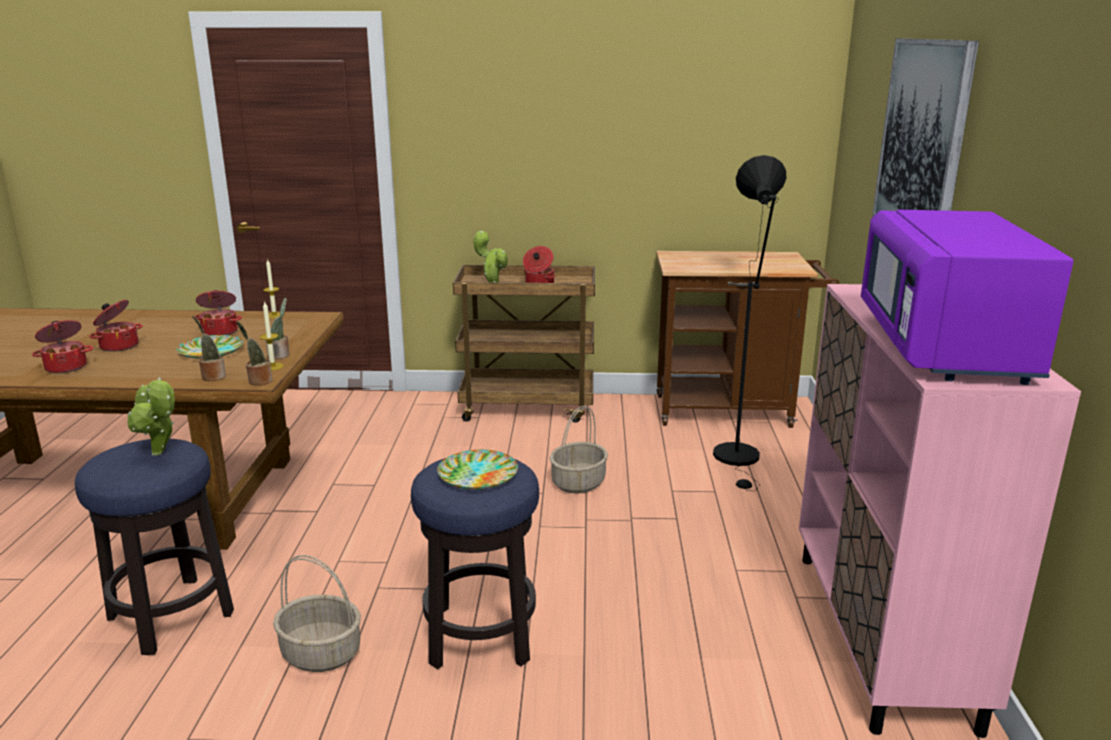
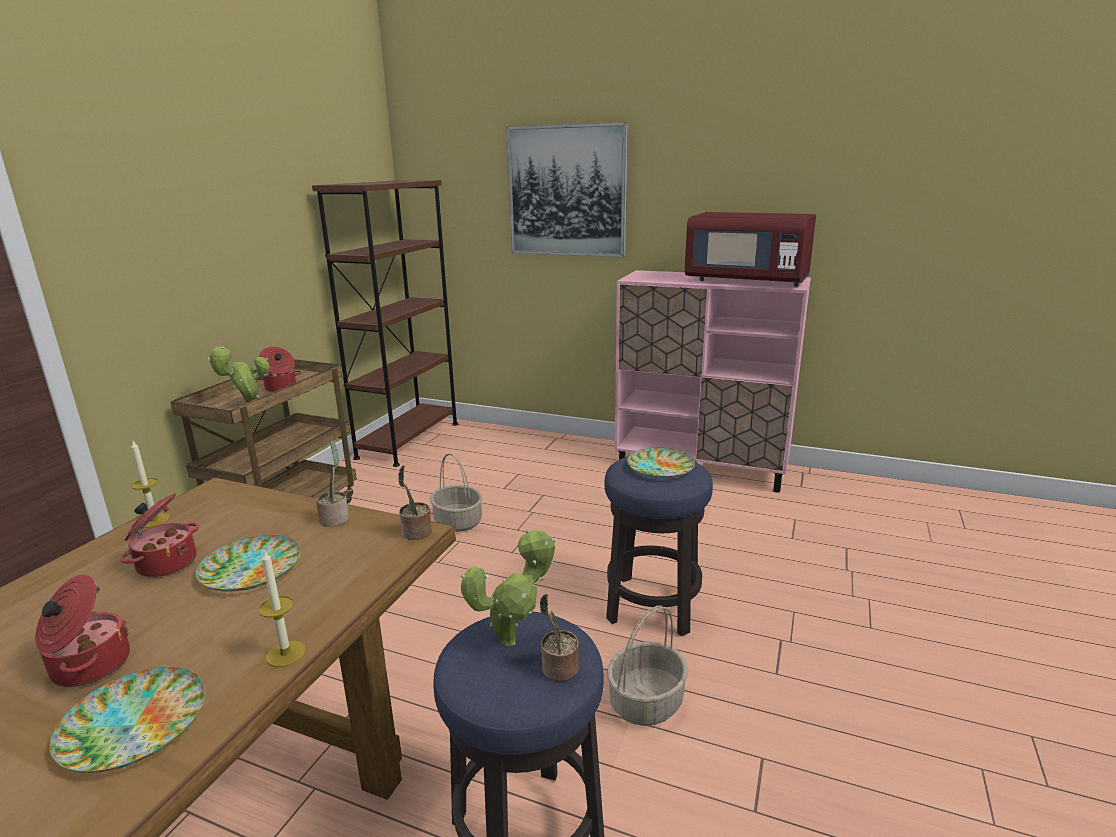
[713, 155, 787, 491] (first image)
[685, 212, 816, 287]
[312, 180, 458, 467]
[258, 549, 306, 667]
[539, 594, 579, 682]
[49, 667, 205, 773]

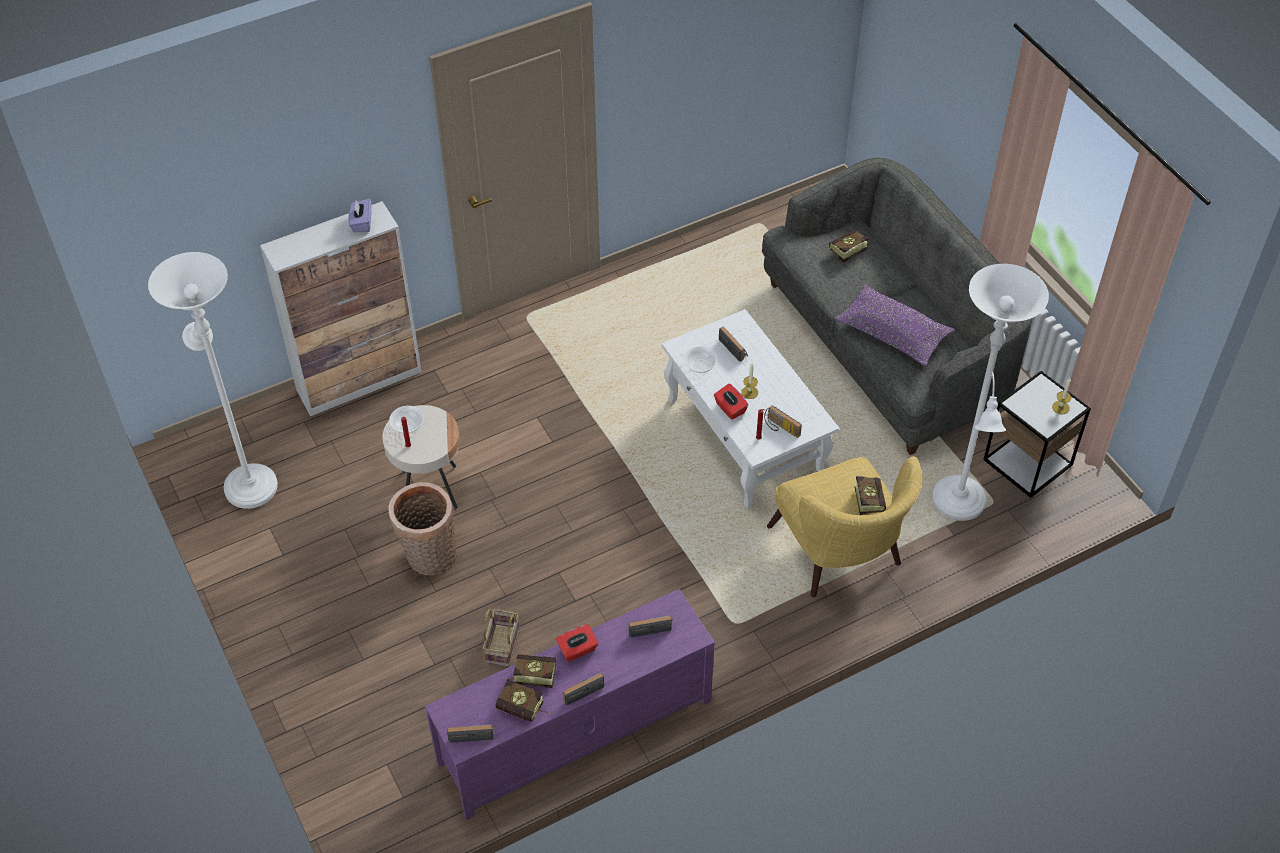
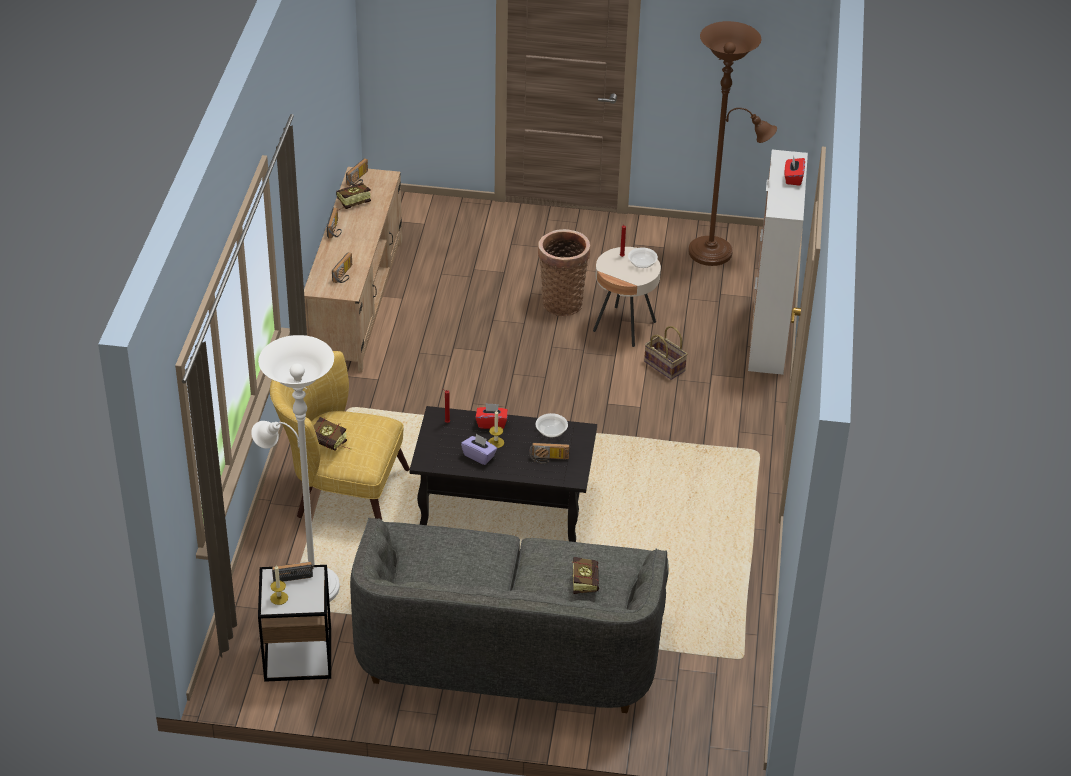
[461, 434, 497, 465]
[688, 21, 777, 266]
[834, 284, 955, 366] (first image)
[410, 406, 597, 542]
[272, 562, 314, 582]
[304, 167, 402, 373]
[644, 326, 687, 380]
[784, 156, 805, 186]
[505, 654, 556, 688] (first image)

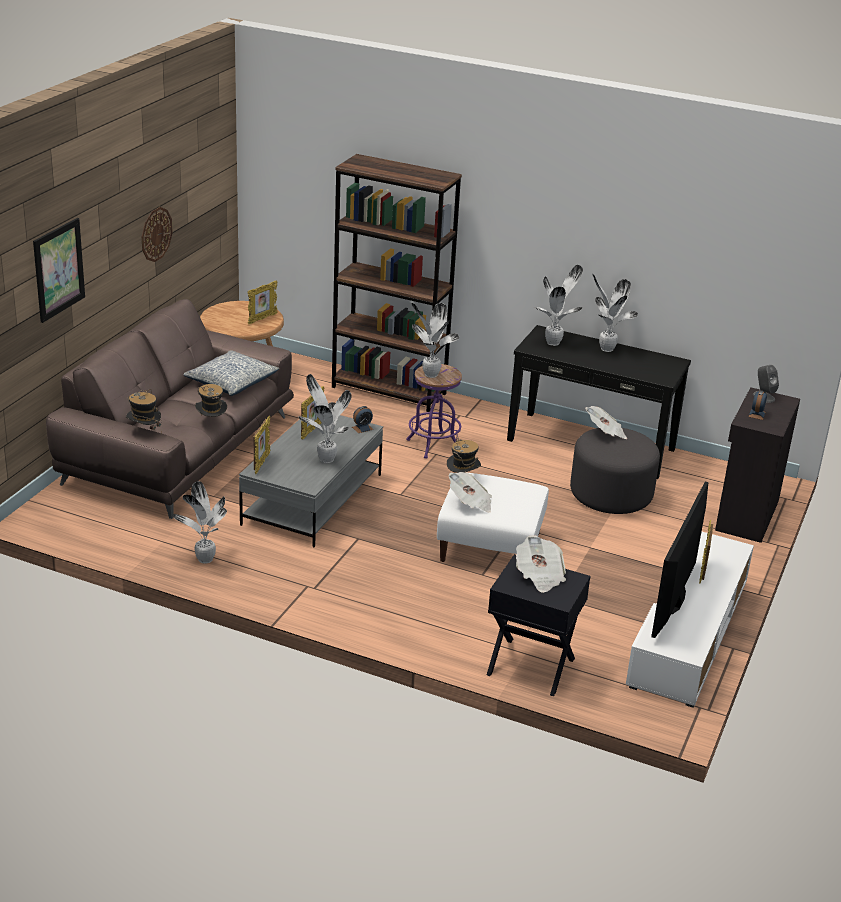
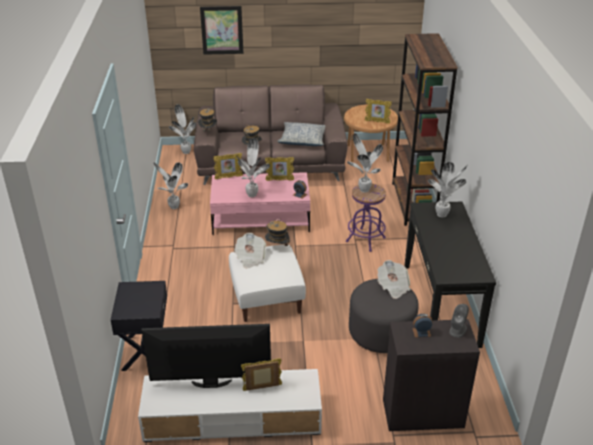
[142, 207, 173, 262] (first image)
[169, 104, 196, 154]
[210, 172, 310, 235]
[516, 535, 566, 593] (first image)

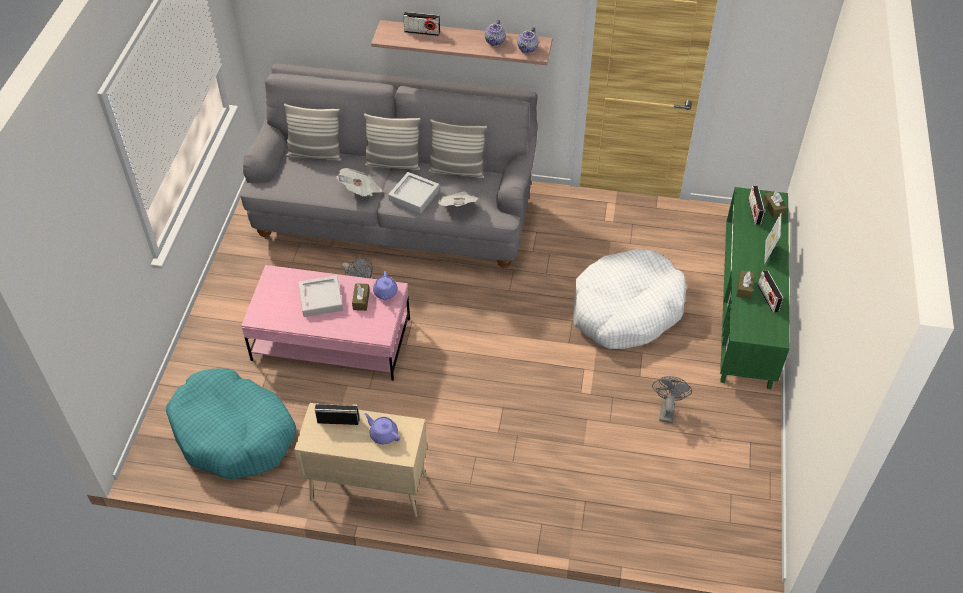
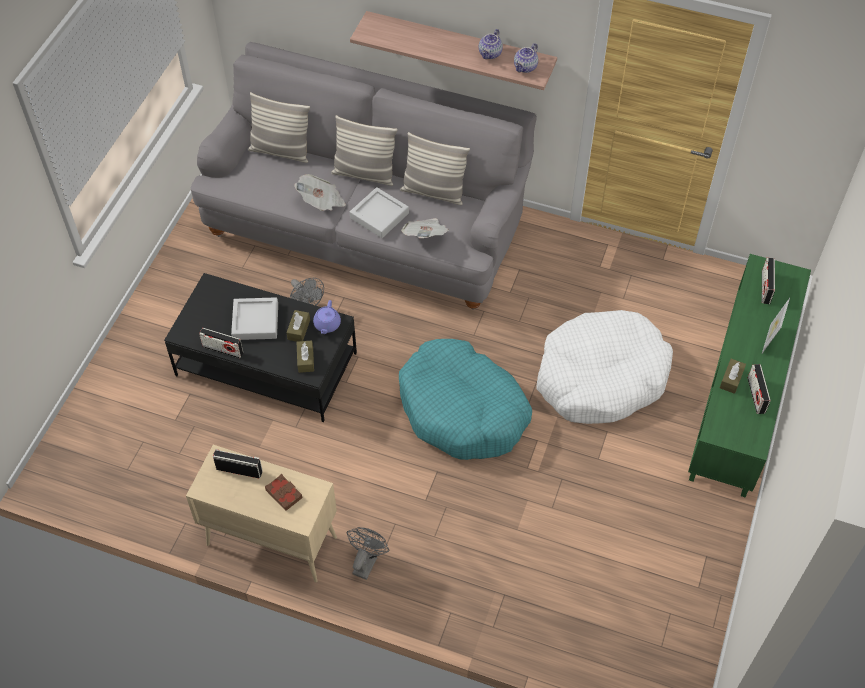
[199, 328, 243, 358]
[297, 340, 314, 373]
[164, 273, 357, 422]
[399, 339, 532, 460]
[346, 527, 389, 580]
[265, 474, 302, 511]

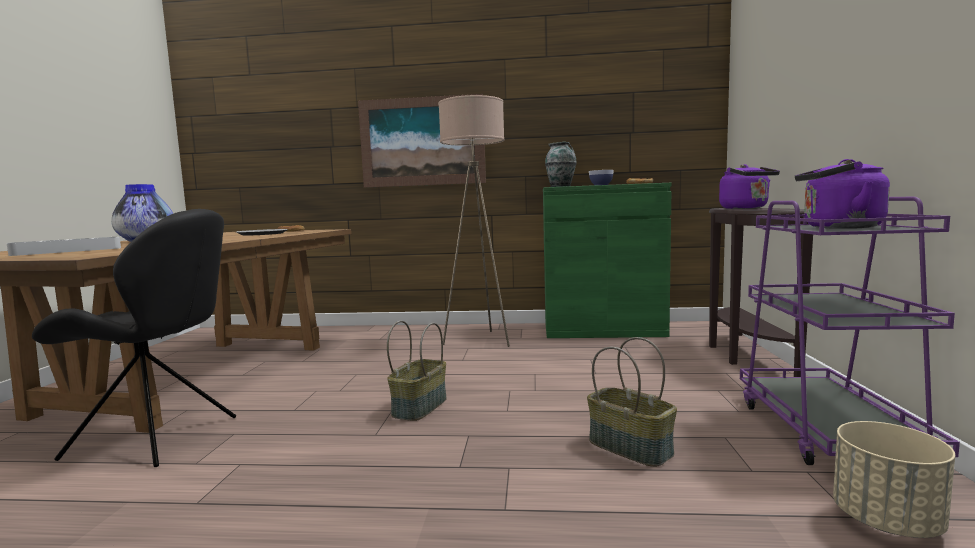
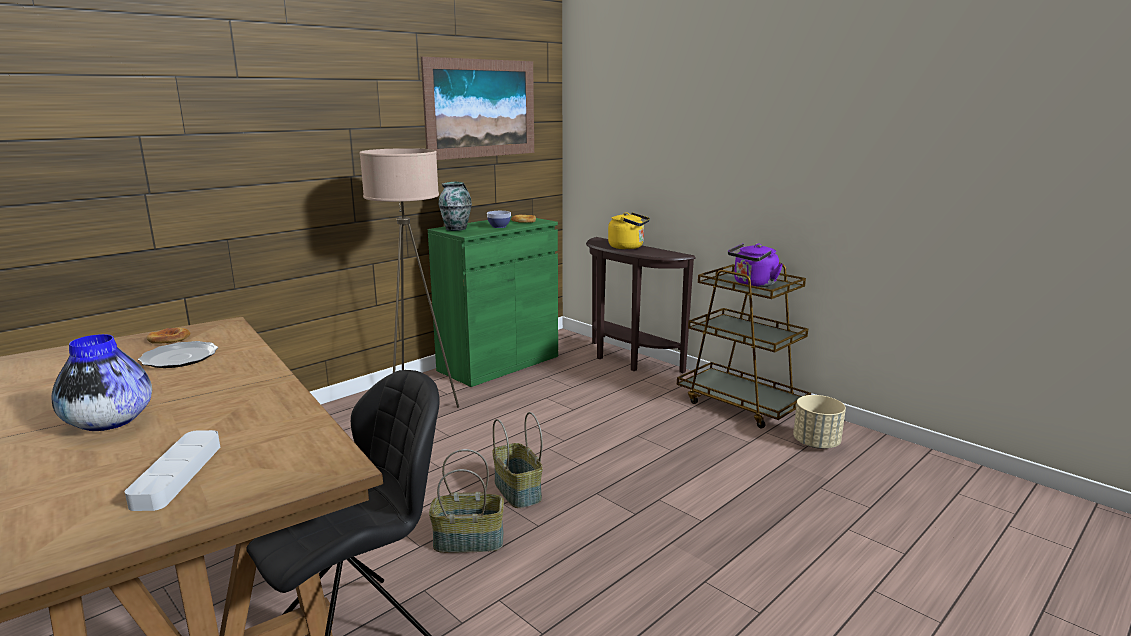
[421, 57, 534, 160]
[608, 212, 650, 249]
[677, 263, 811, 429]
[429, 449, 504, 553]

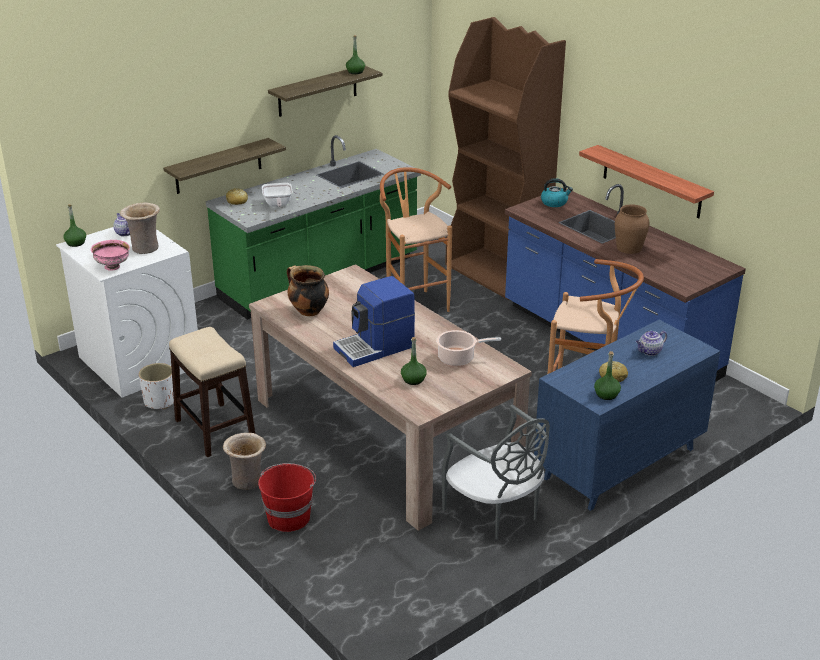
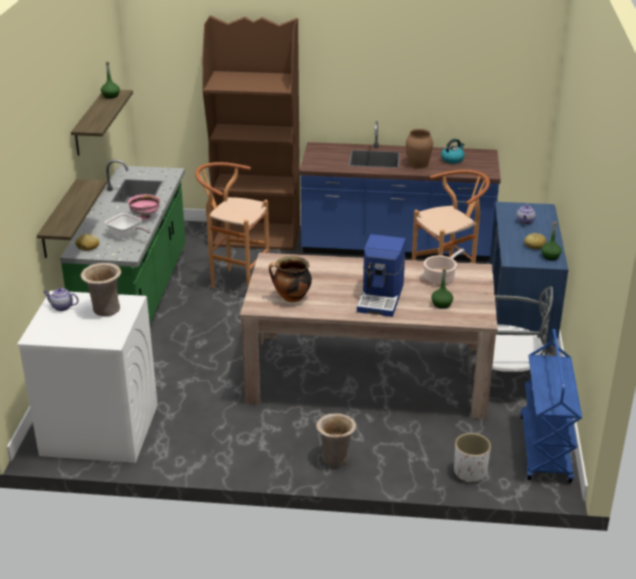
[579, 145, 714, 218] (first image)
[441, 139, 465, 164]
[63, 204, 86, 247] (first image)
[128, 194, 160, 220]
[169, 327, 255, 457] (first image)
[454, 433, 491, 483]
[258, 463, 316, 532] (first image)
[520, 329, 582, 483]

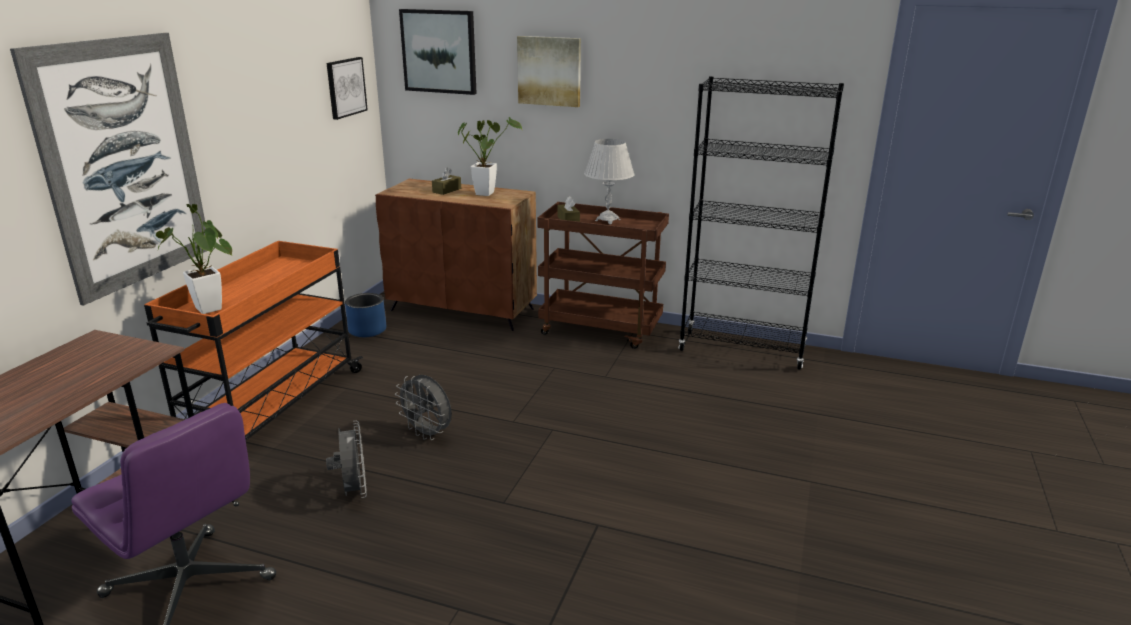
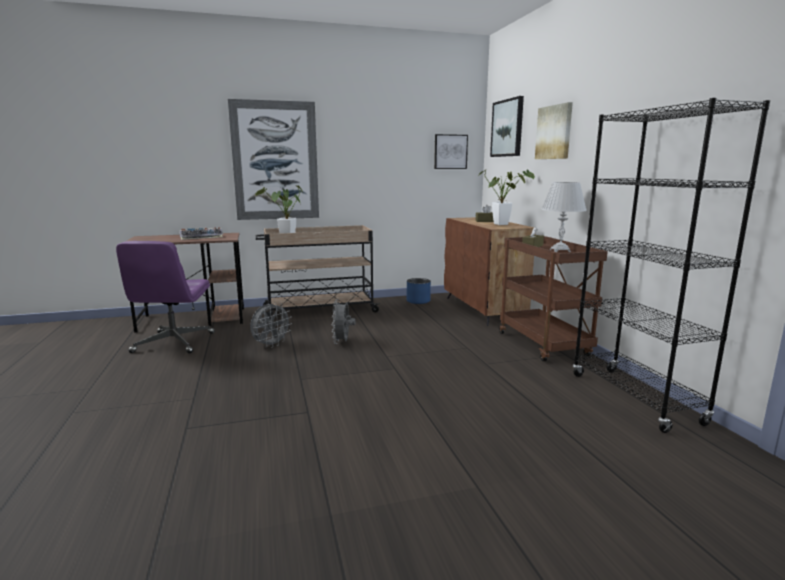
[256, 225, 380, 319]
[179, 227, 223, 240]

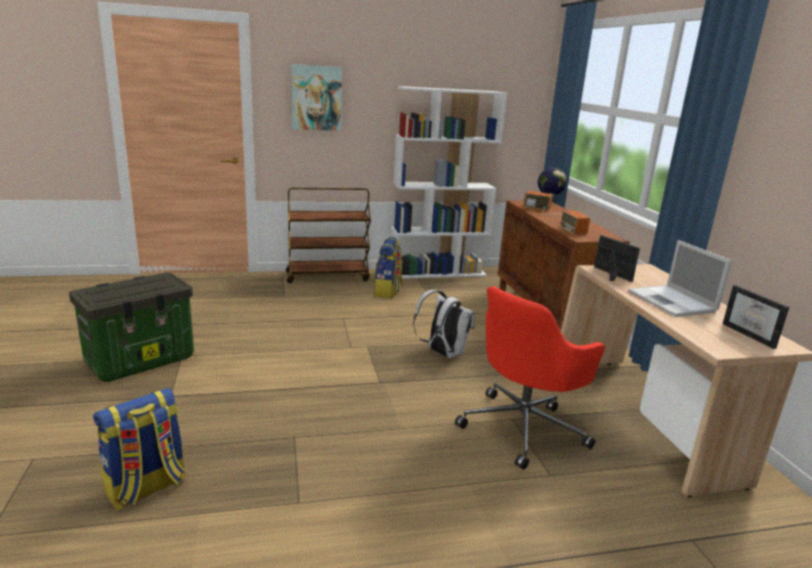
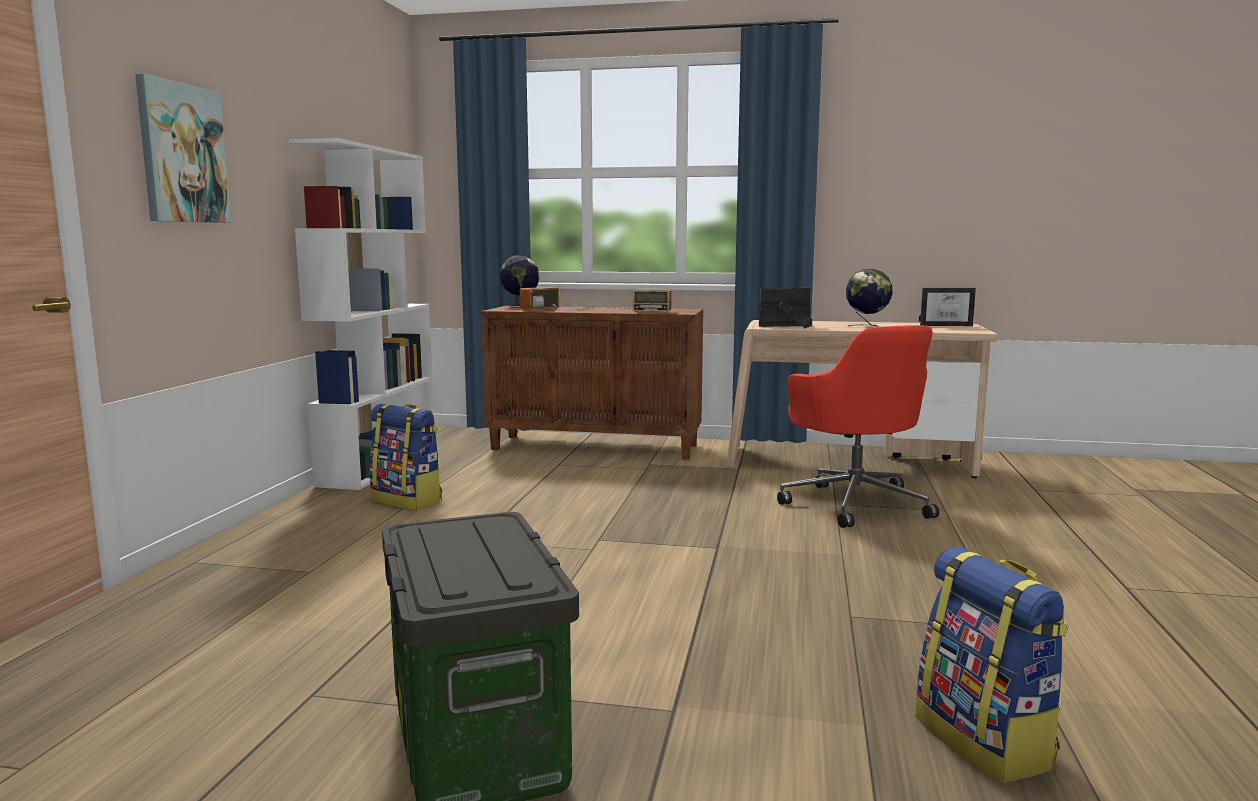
[286, 188, 371, 283] (first image)
[846, 269, 892, 327]
[413, 290, 475, 358] (first image)

